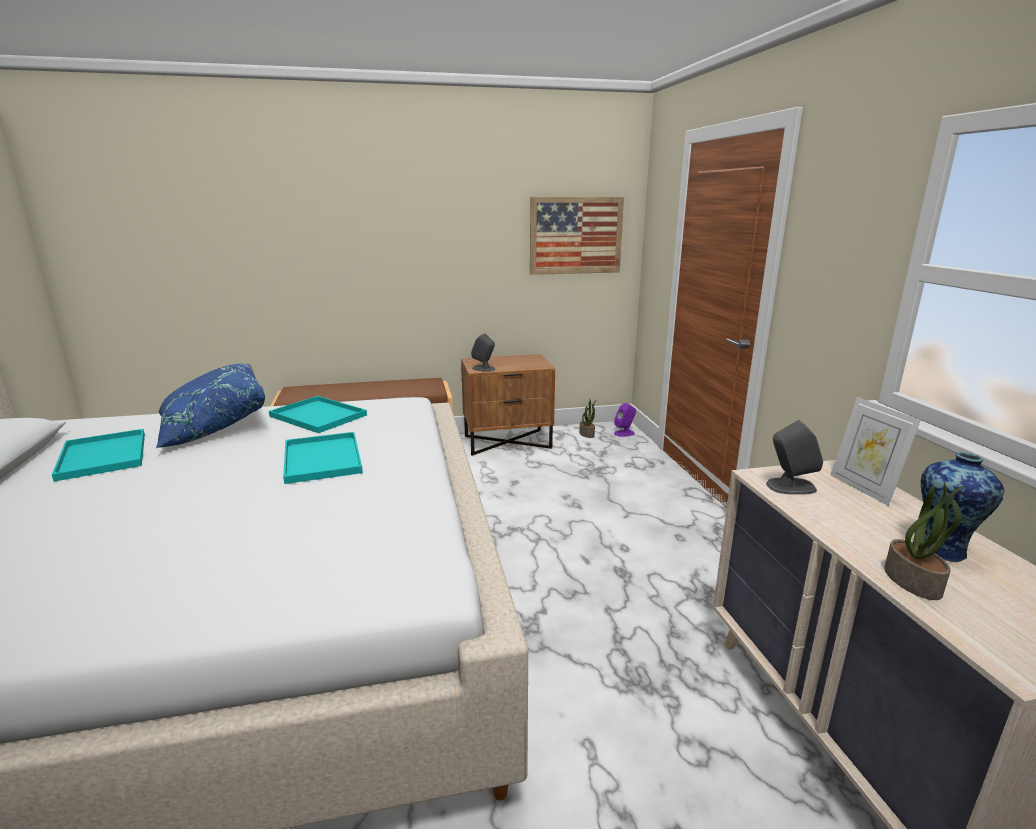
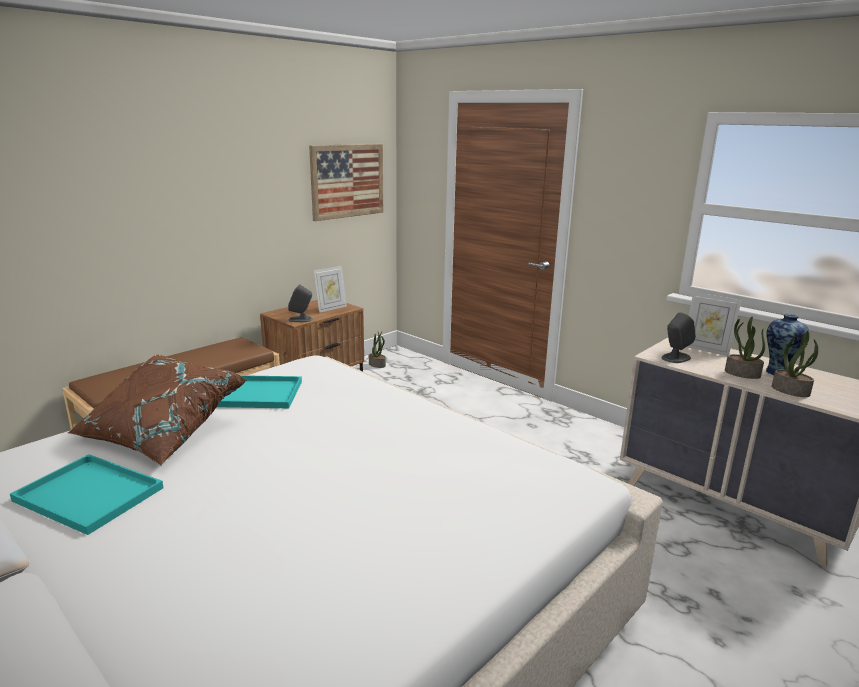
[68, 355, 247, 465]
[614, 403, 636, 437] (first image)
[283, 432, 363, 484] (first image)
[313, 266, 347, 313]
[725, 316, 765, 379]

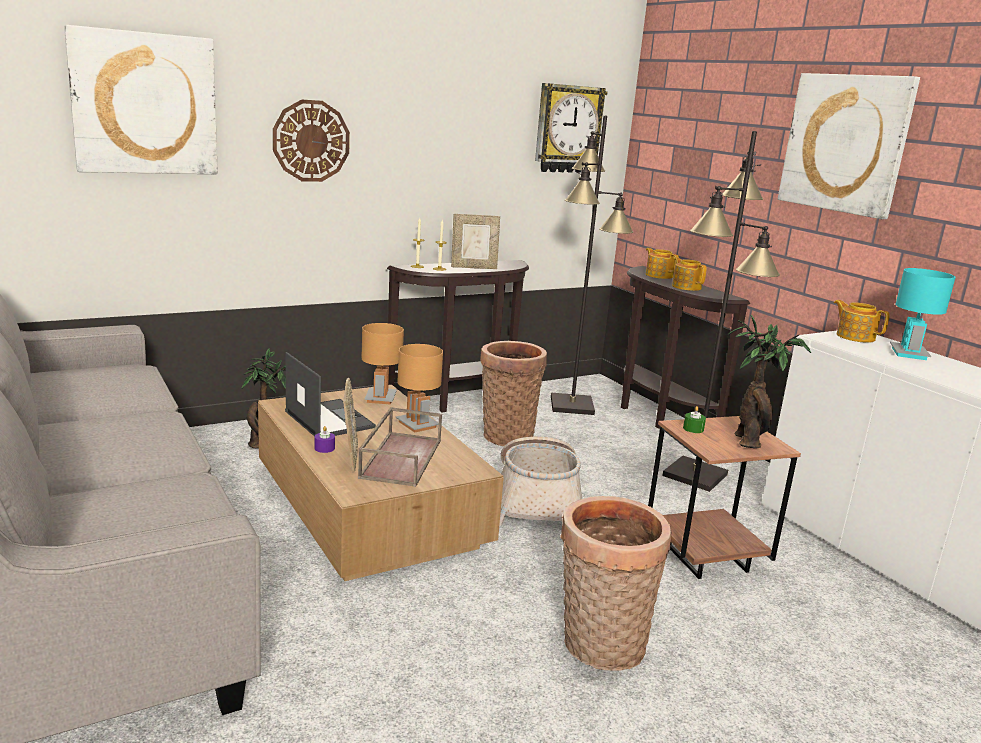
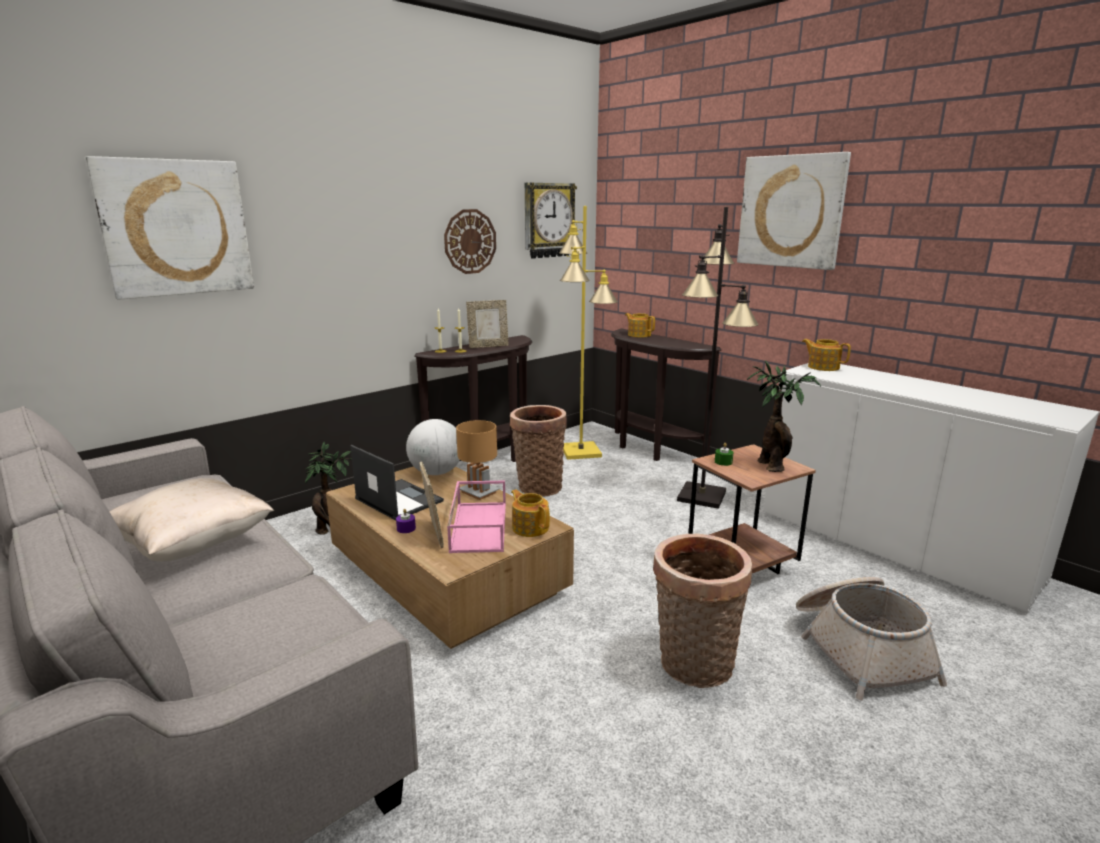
[444, 209, 496, 274]
[559, 206, 618, 460]
[511, 489, 550, 537]
[890, 268, 955, 360] (first image)
[406, 419, 460, 475]
[447, 481, 506, 553]
[796, 577, 947, 700]
[109, 478, 274, 562]

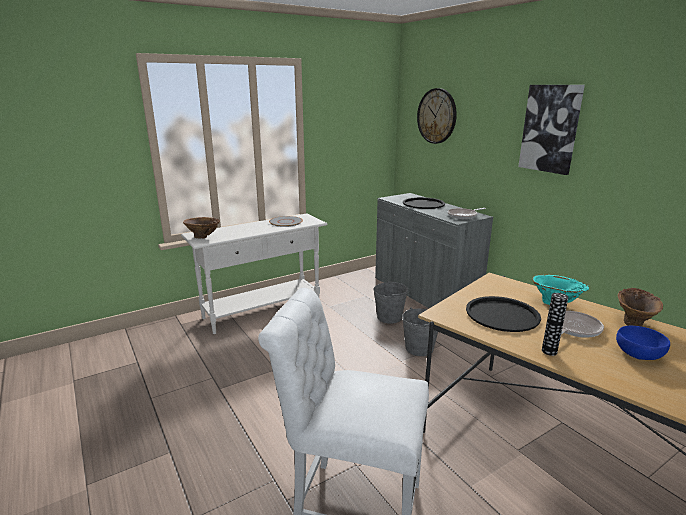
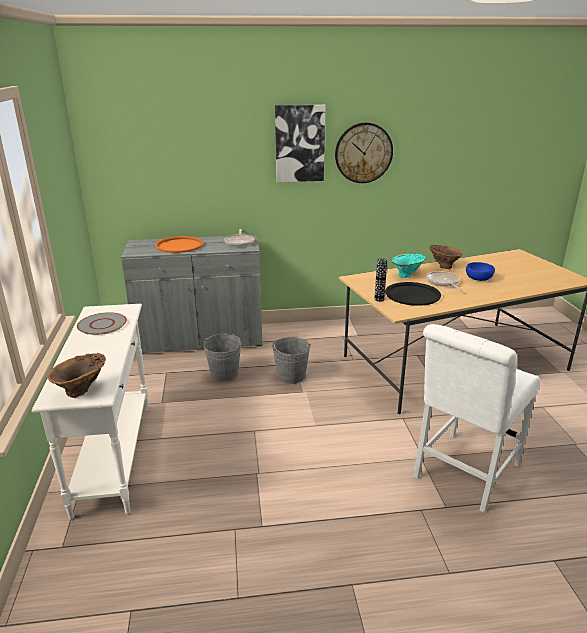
[335, 123, 393, 183]
[155, 236, 204, 253]
[374, 258, 387, 302]

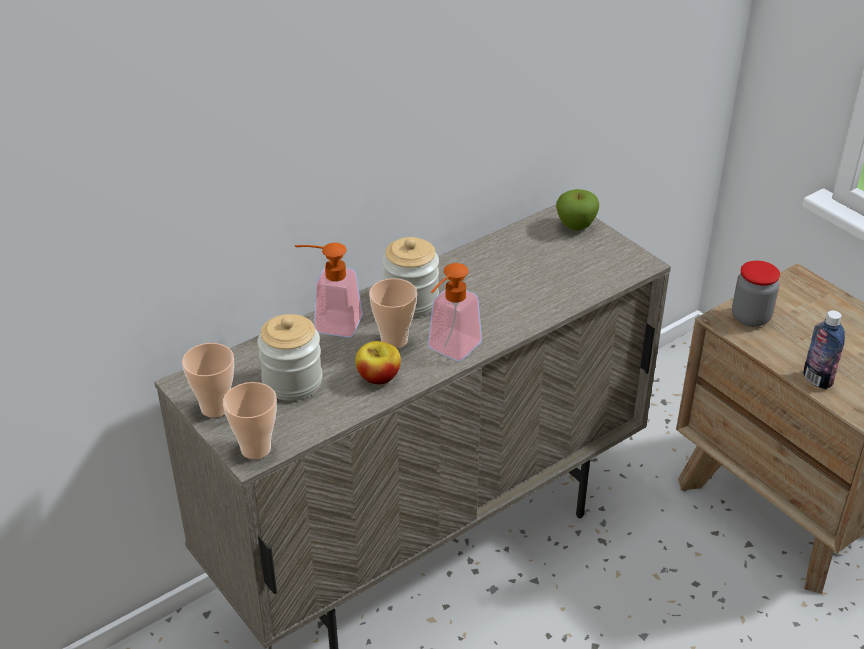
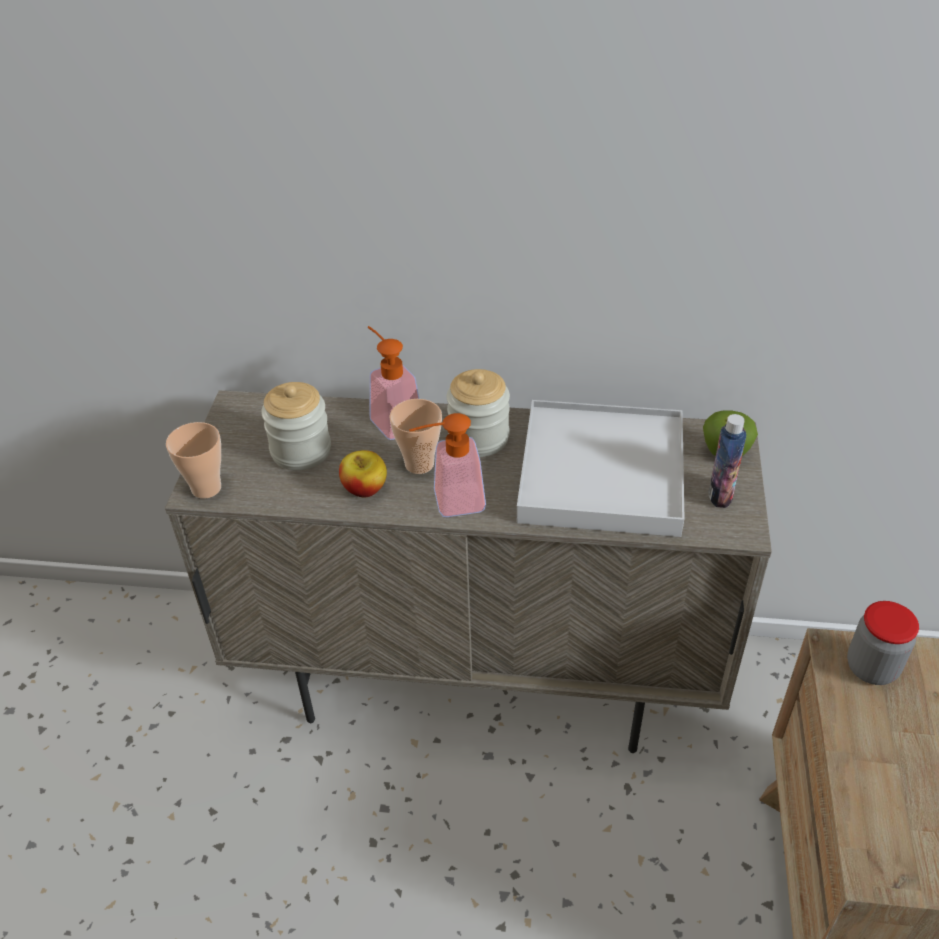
[709, 414, 746, 508]
[182, 343, 234, 417] (first image)
[517, 400, 684, 537]

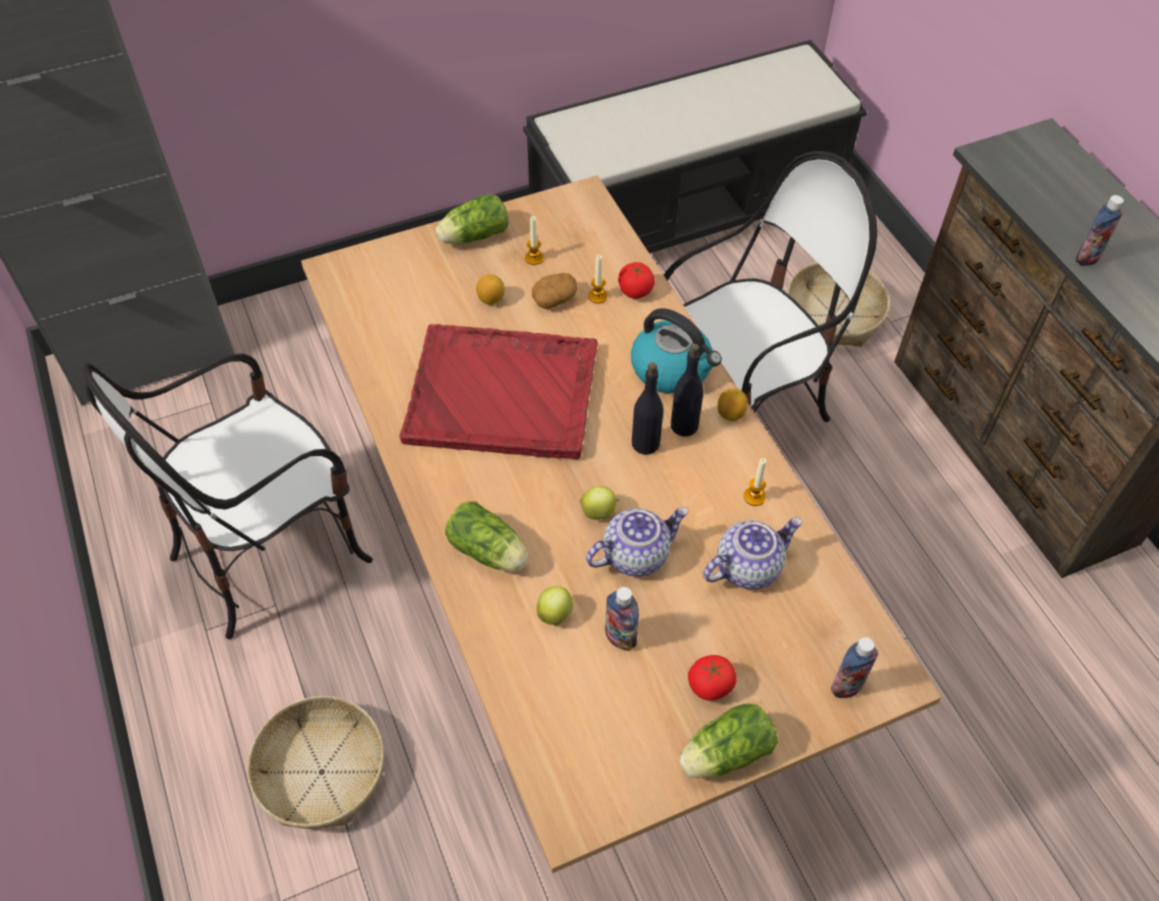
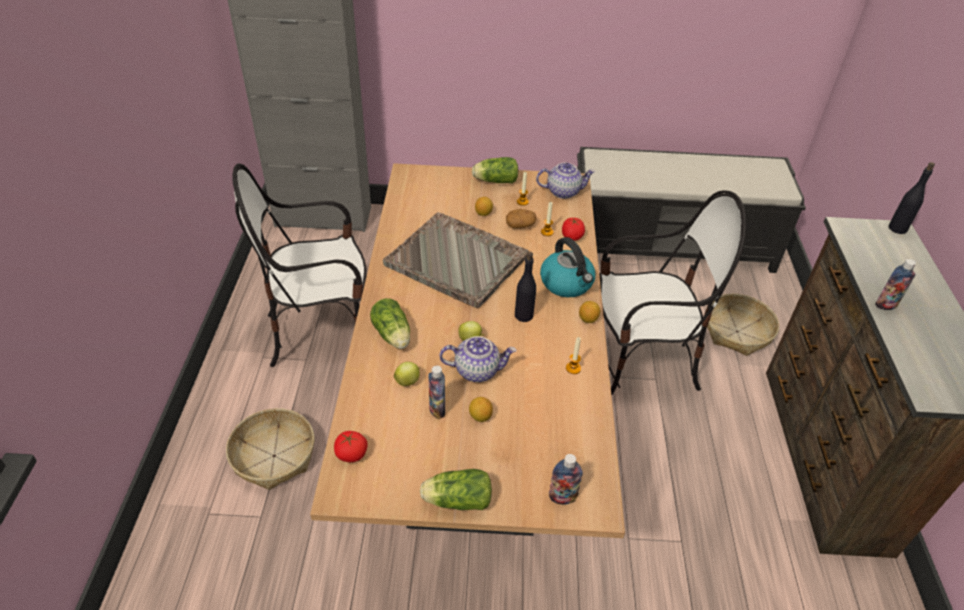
[383, 212, 529, 308]
[889, 162, 935, 234]
[536, 163, 595, 199]
[334, 431, 368, 462]
[469, 397, 493, 422]

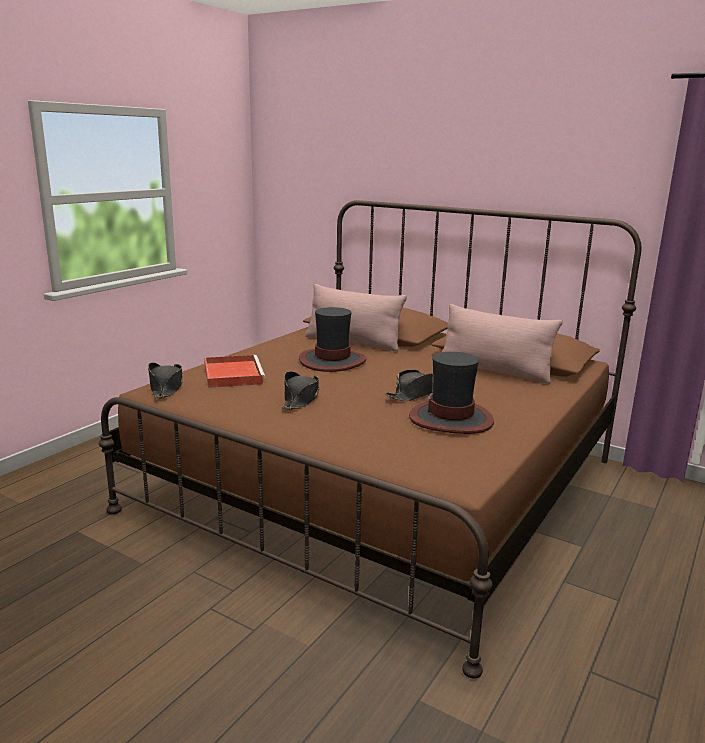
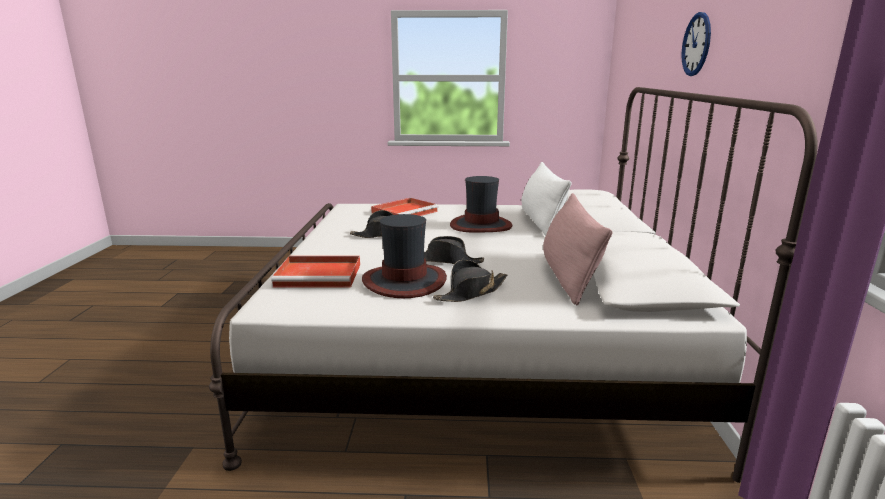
[209, 87, 818, 483]
[521, 162, 572, 236]
[433, 260, 507, 302]
[681, 12, 711, 76]
[271, 256, 360, 287]

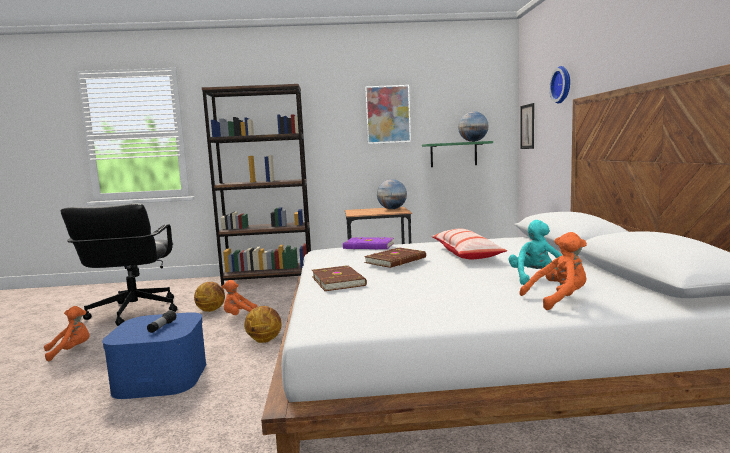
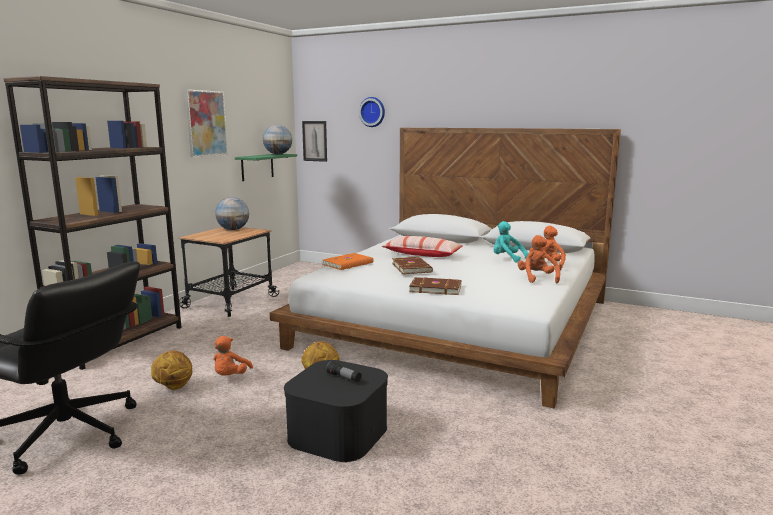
[323, 253, 374, 270]
[518, 235, 560, 284]
[284, 360, 388, 462]

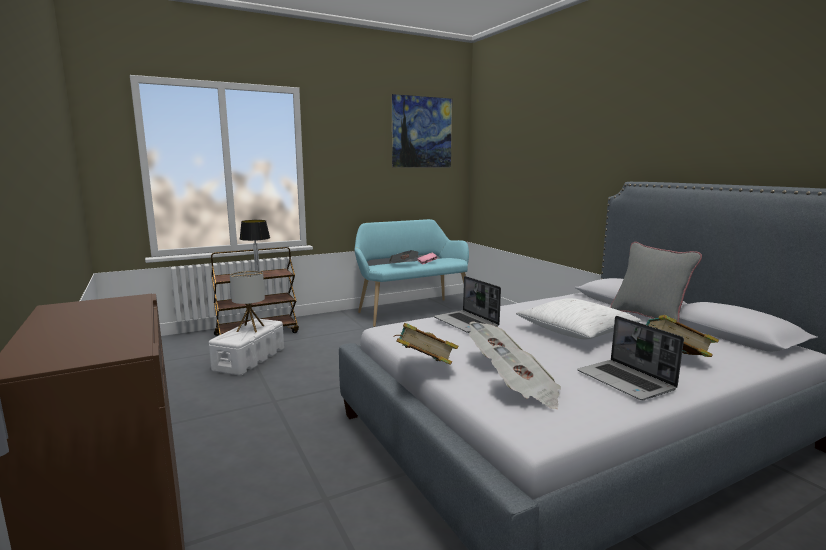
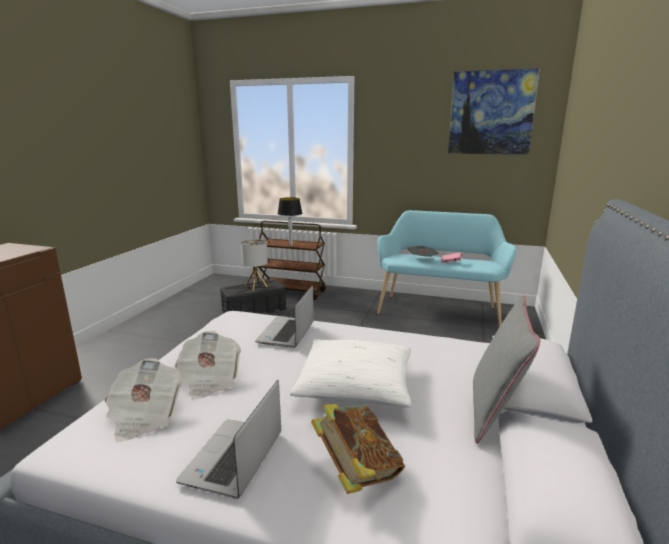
[220, 279, 286, 314]
[394, 323, 458, 365] (first image)

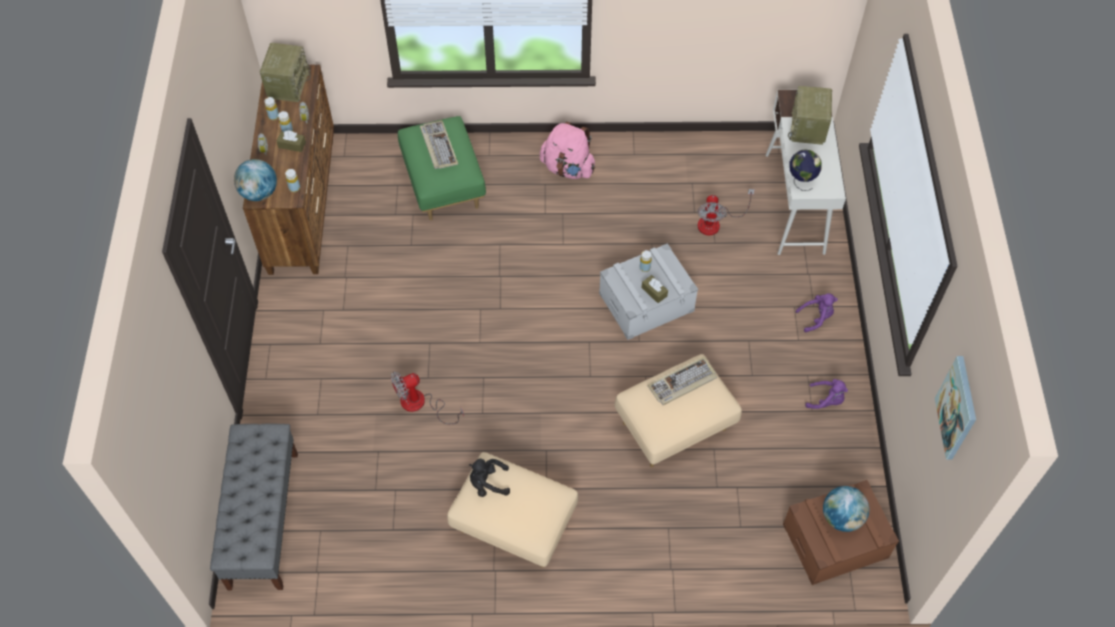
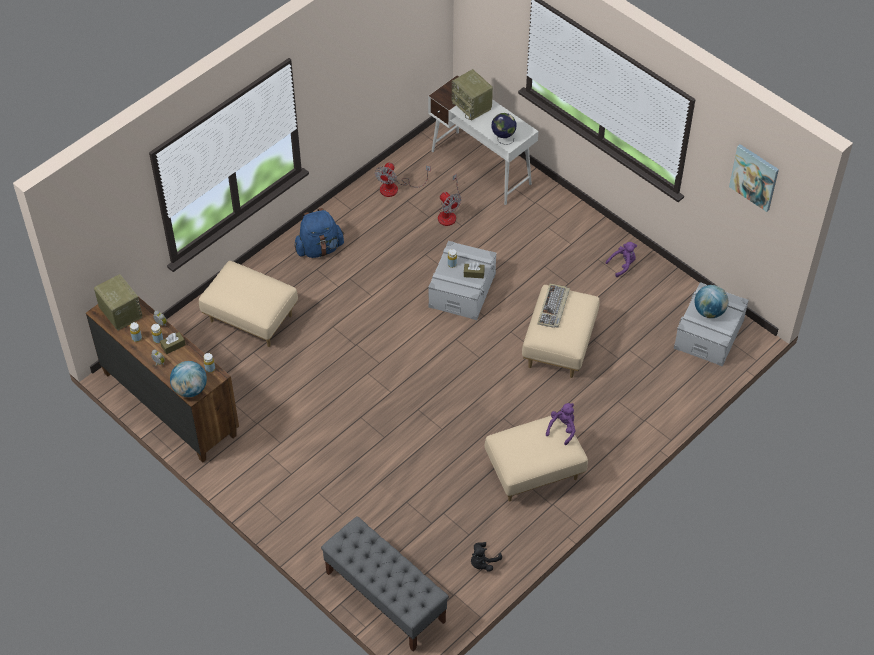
[199, 261, 298, 347]
[420, 120, 458, 169] (first image)
[295, 208, 345, 258]
[546, 403, 575, 445]
[375, 162, 431, 197]
[471, 542, 502, 572]
[674, 282, 749, 367]

